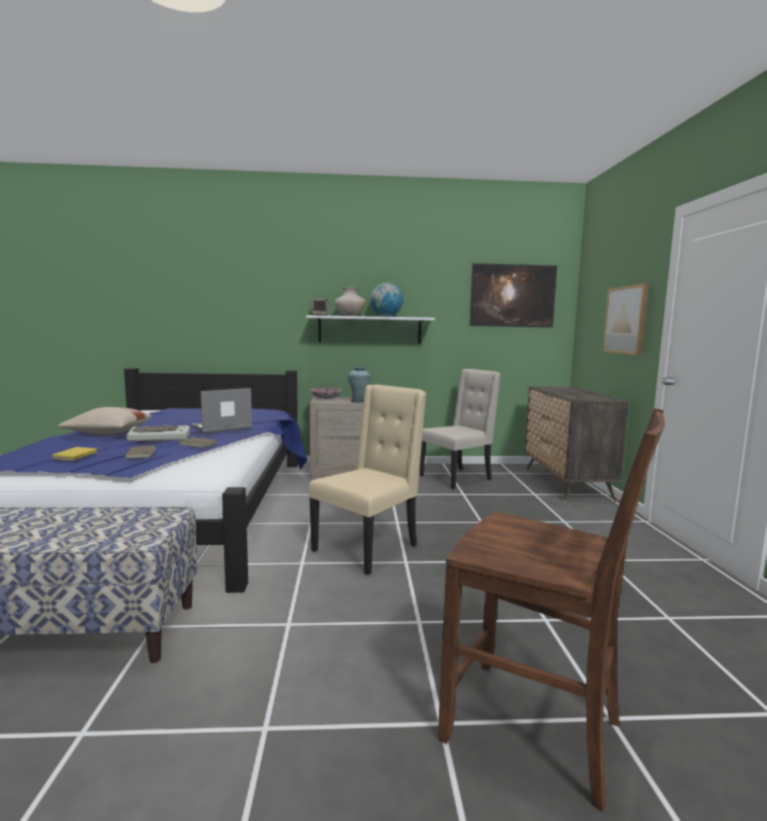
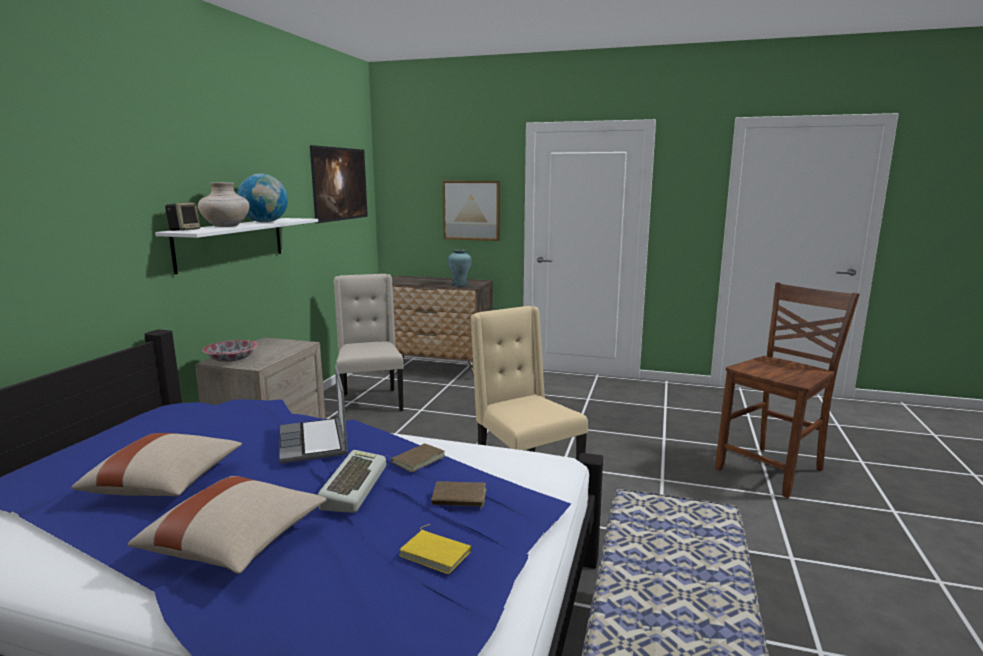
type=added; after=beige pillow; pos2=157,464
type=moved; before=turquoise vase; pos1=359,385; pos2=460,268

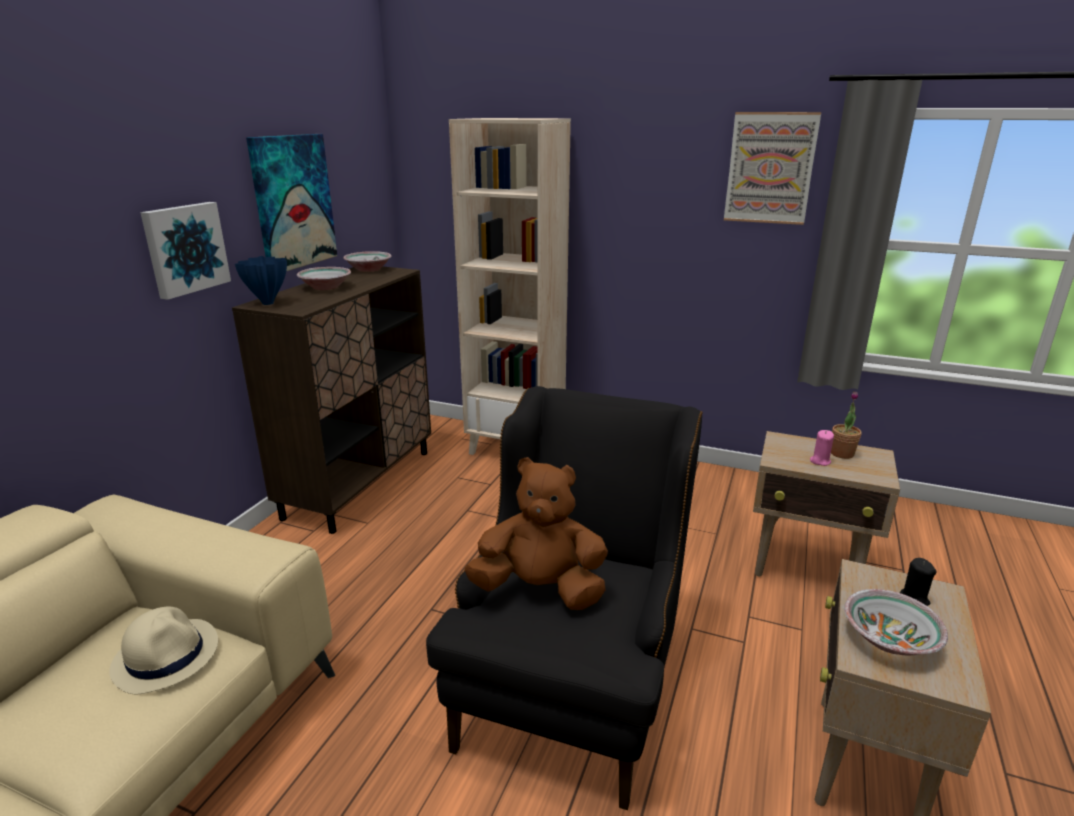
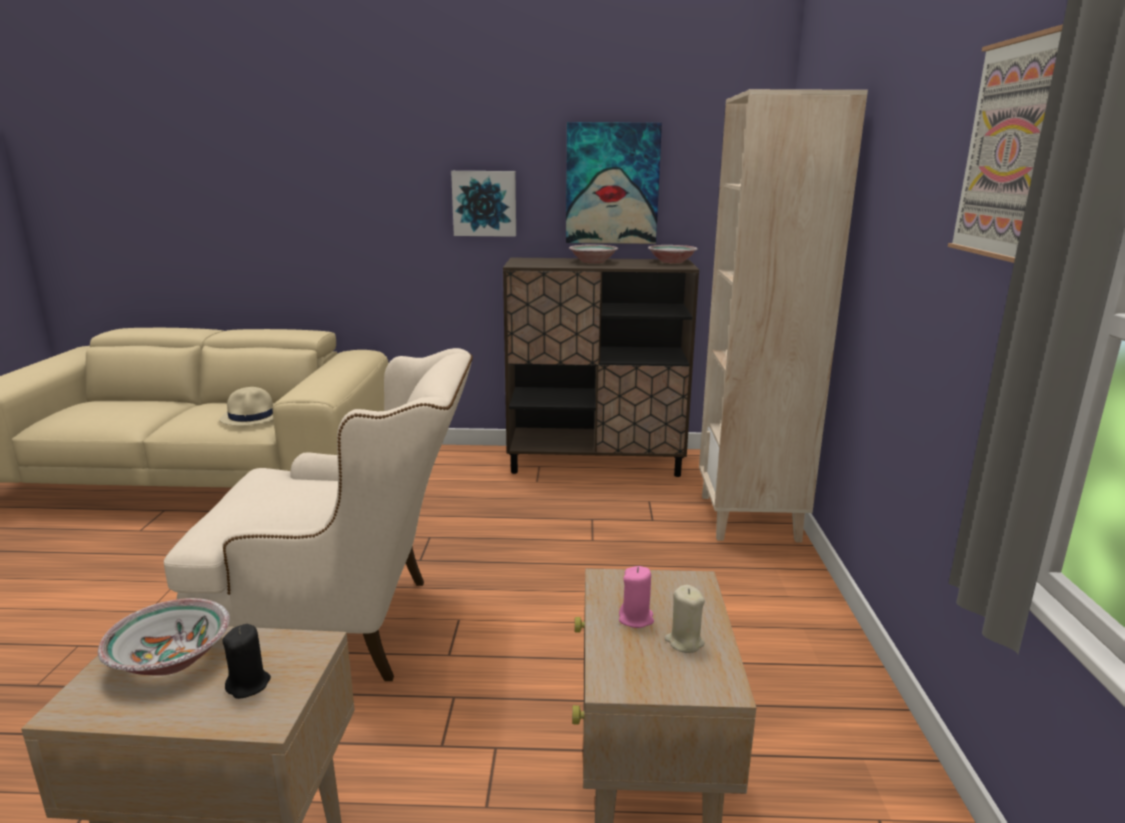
type=recoloured; before=black armchair; after=beige armchair; pos1=564,598; pos2=318,514
type=replaced; before=potted plant; after=beige candle; pos1=846,425; pos2=684,619
type=removed; before=blue vase; pos1=261,280
type=removed; before=brown plush toy; pos1=536,533

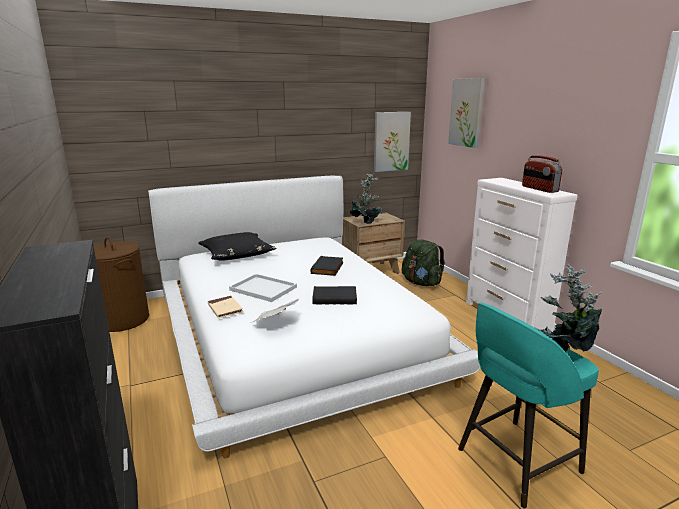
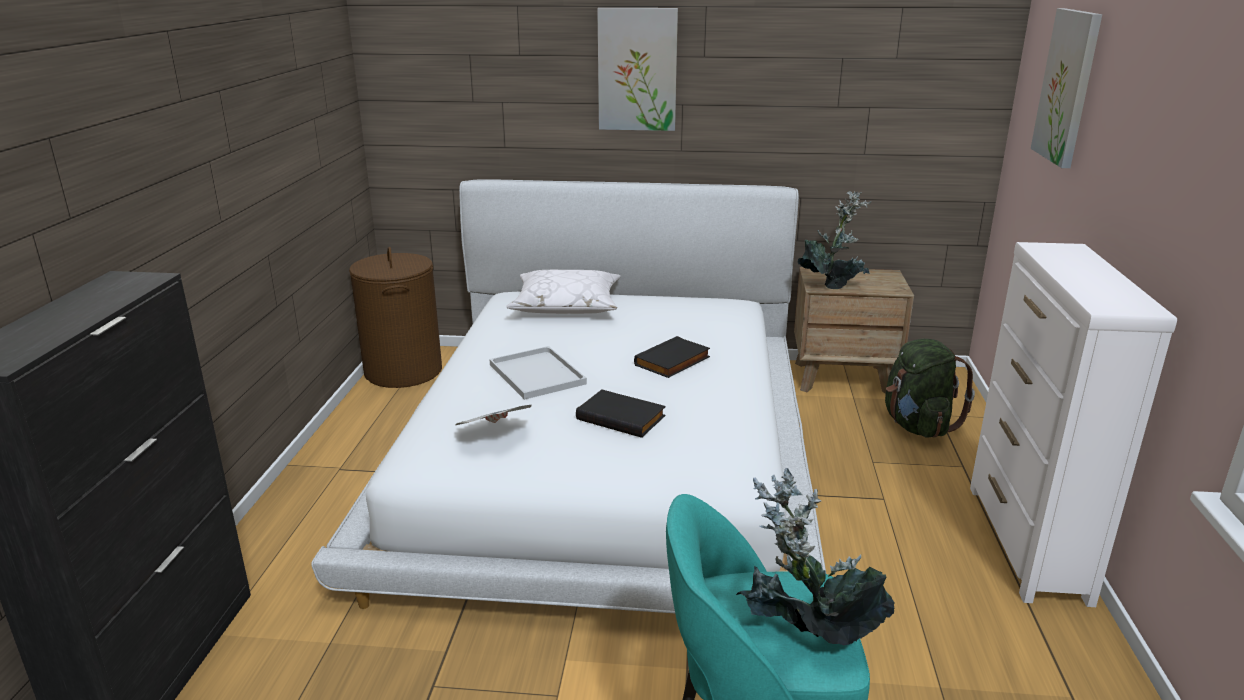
type=recoloured; before=black pillow; after=white pillow; pos1=237,246; pos2=563,292
type=moved; before=picture; pos1=392,142; pos2=637,69
type=removed; before=beige book; pos1=225,307
type=removed; before=radio; pos1=542,174

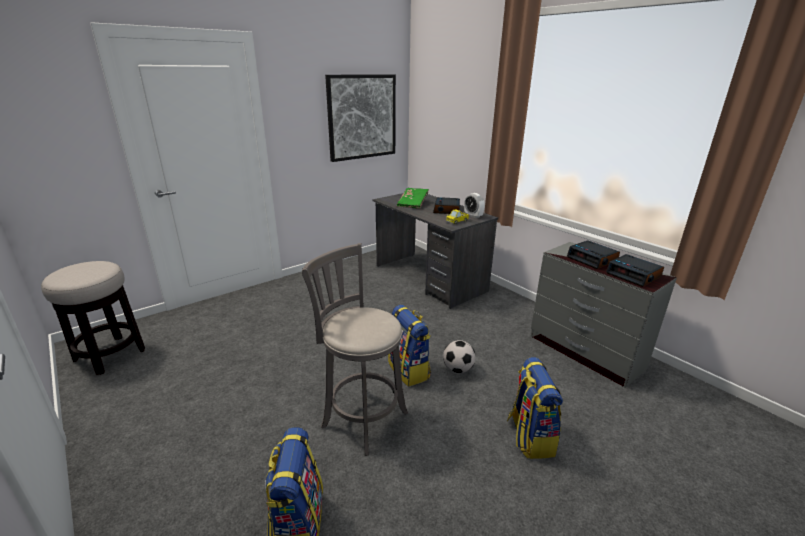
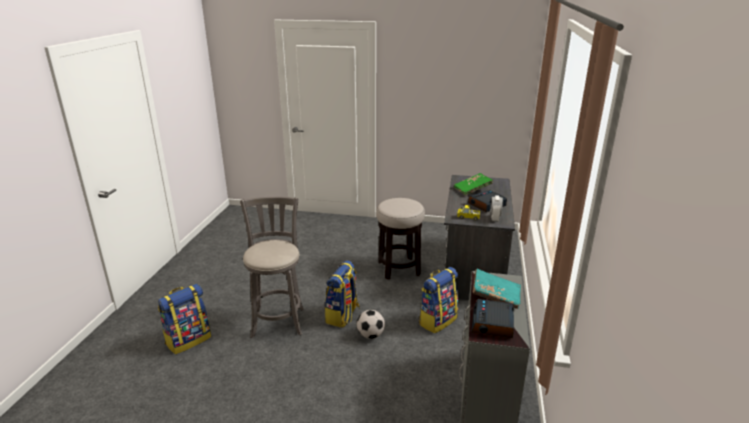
type=moved; before=stool; pos1=93,318; pos2=400,239
type=moved; before=backpack; pos1=535,408; pos2=438,300
type=replaced; before=alarm clock; after=turquoise book; pos1=593,254; pos2=497,289
type=removed; before=picture; pos1=360,118

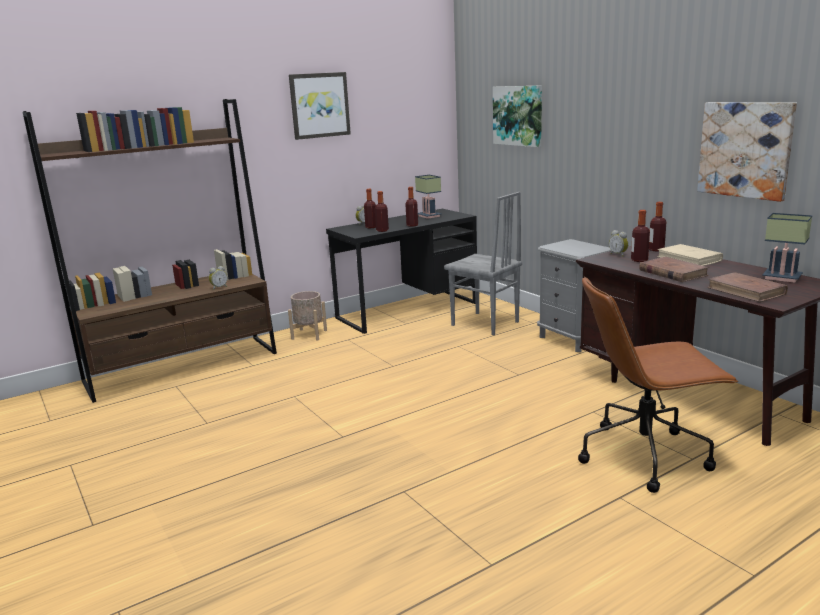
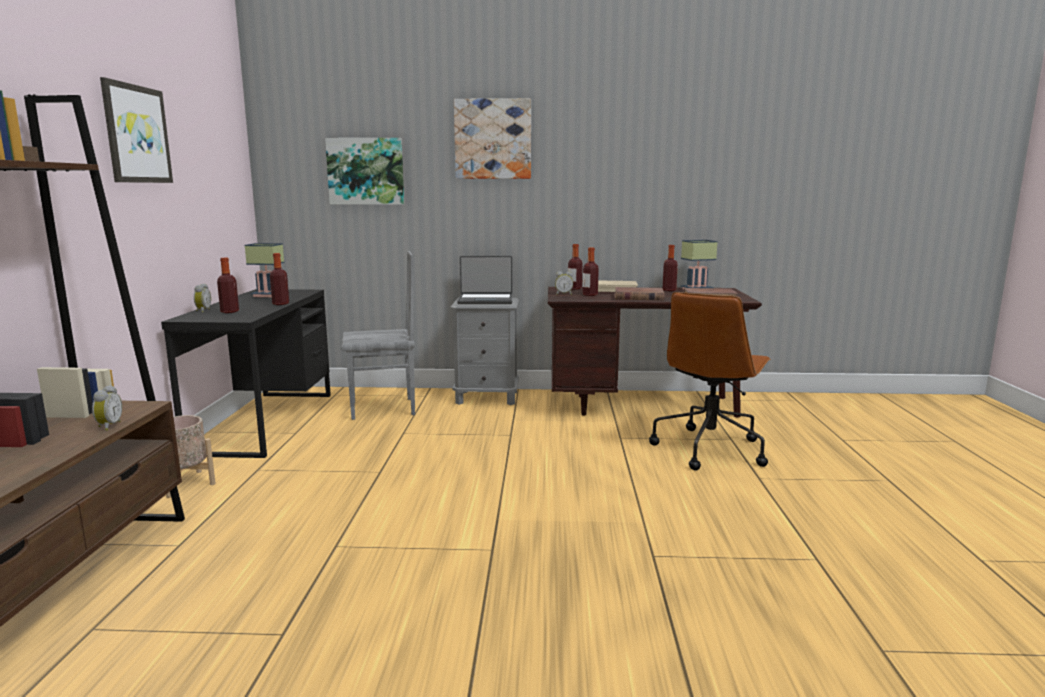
type=moved; before=picture; pos1=747,152; pos2=492,138
type=added; after=laptop; pos2=484,280
type=moved; before=bottle; pos1=382,211; pos2=670,268

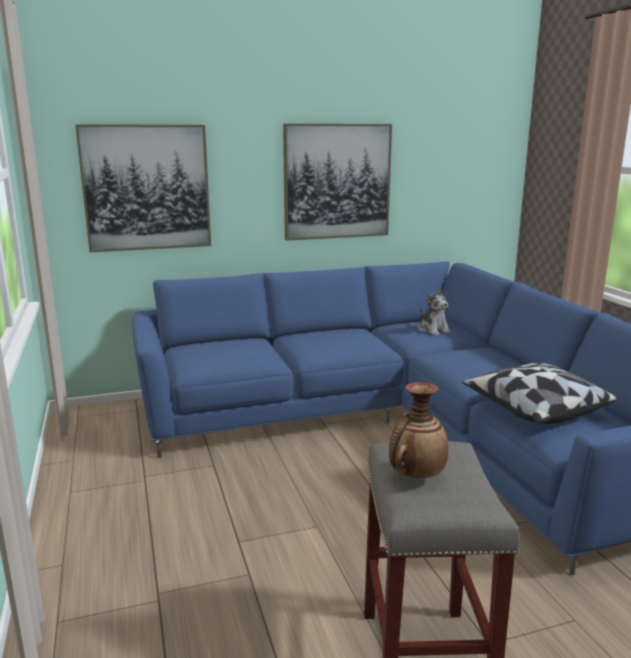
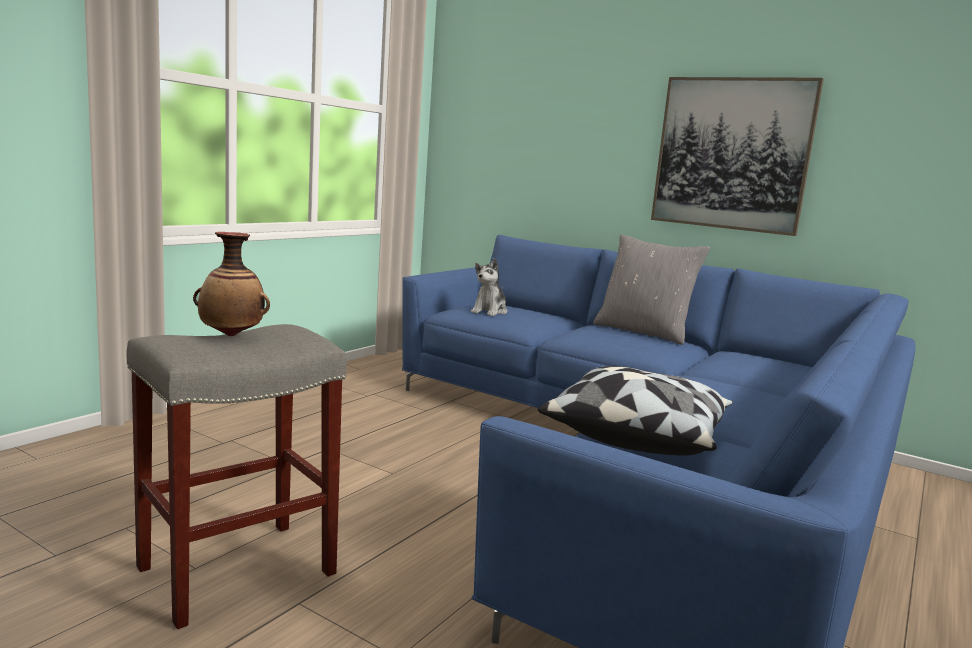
type=moved; before=plush toy; pos1=434,311; pos2=489,287
type=added; after=grey pillow; pos2=651,290
type=removed; before=picture; pos1=143,188

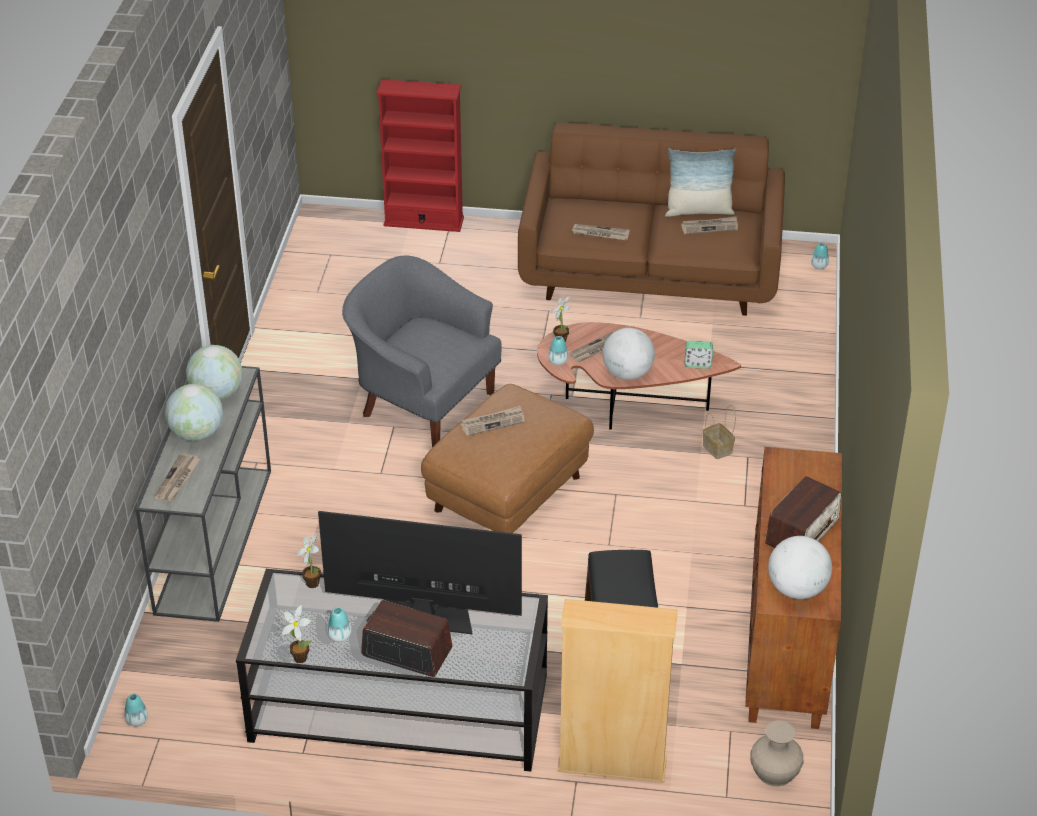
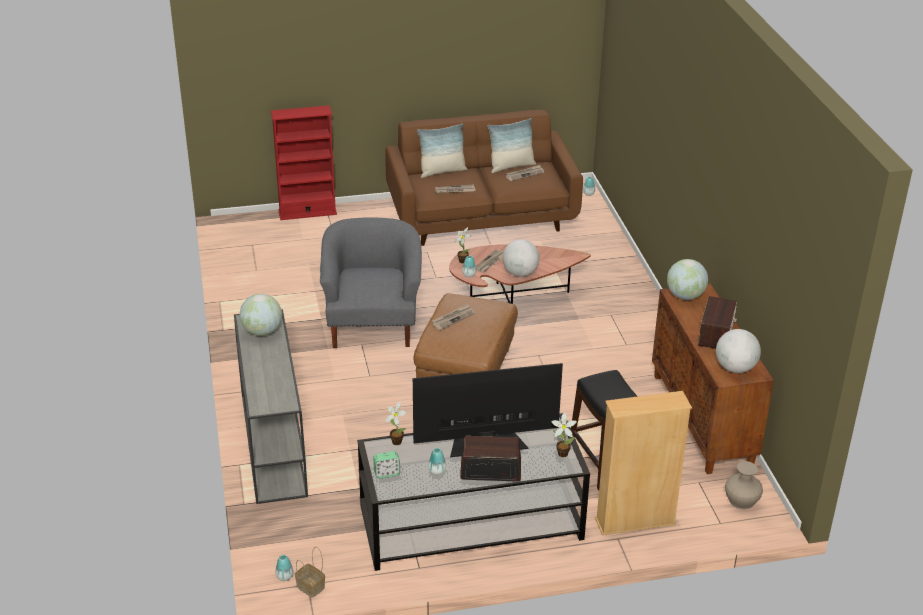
type=moved; before=basket; pos1=719,432; pos2=310,572
type=turned; before=grey armchair; pos1=422,351; pos2=371,282; turn=75
type=moved; before=alarm clock; pos1=699,355; pos2=386,465
type=added; after=pillow; pos2=442,150
type=moved; before=potted plant; pos1=297,634; pos2=564,434
type=moved; before=globe; pos1=194,412; pos2=687,279
type=removed; before=newspaper; pos1=177,477

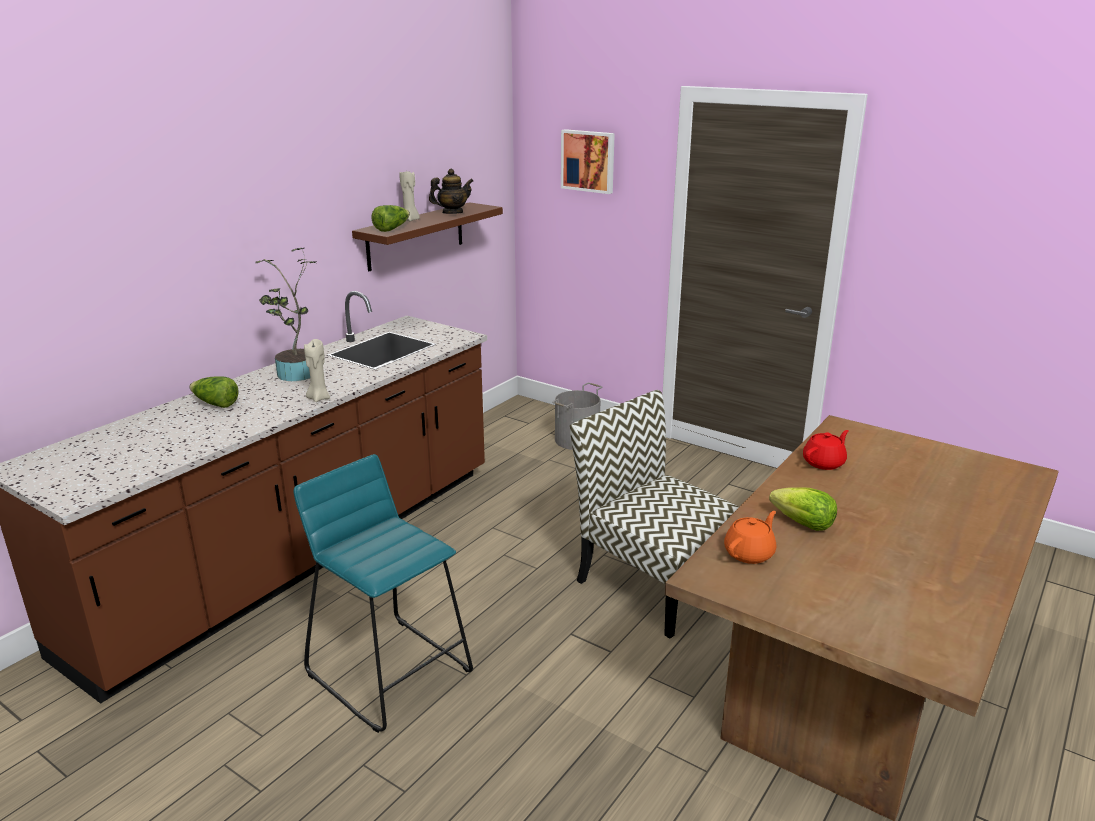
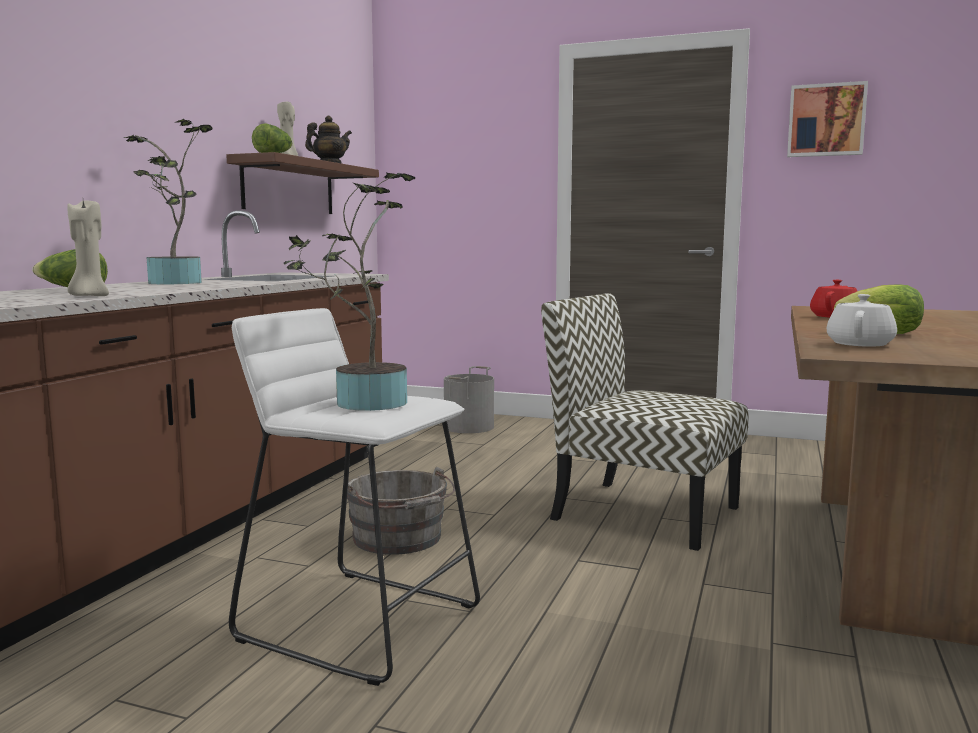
type=moved; before=beige candle; pos1=317,370; pos2=88,248
type=recoloured; before=turquoise stool; after=white stool; pos1=383,593; pos2=354,497
type=added; after=potted plant; pos2=349,292
type=added; after=grey bucket; pos2=401,511
type=moved; before=picture; pos1=588,161; pos2=827,119
type=recoloured; before=orange teapot; after=white teapot; pos1=750,537; pos2=861,320

